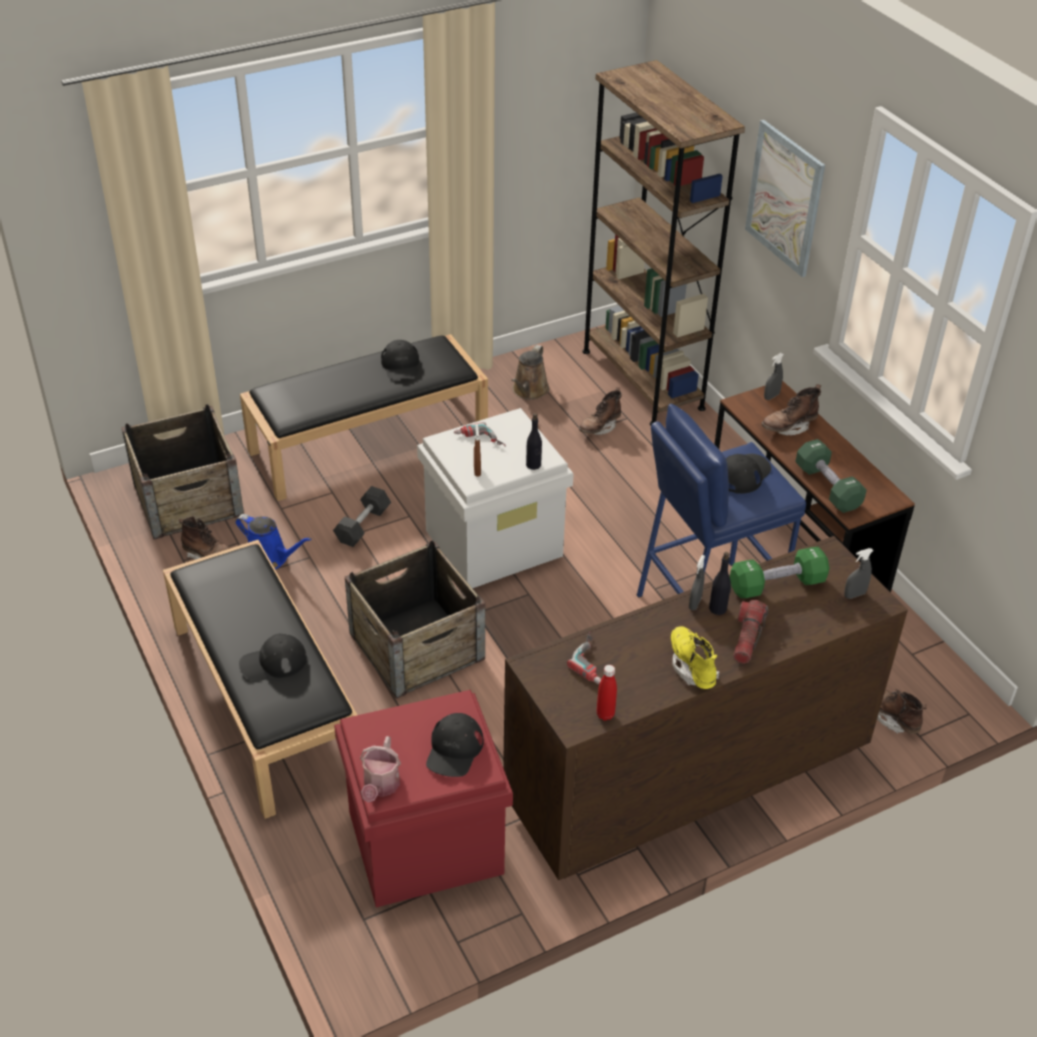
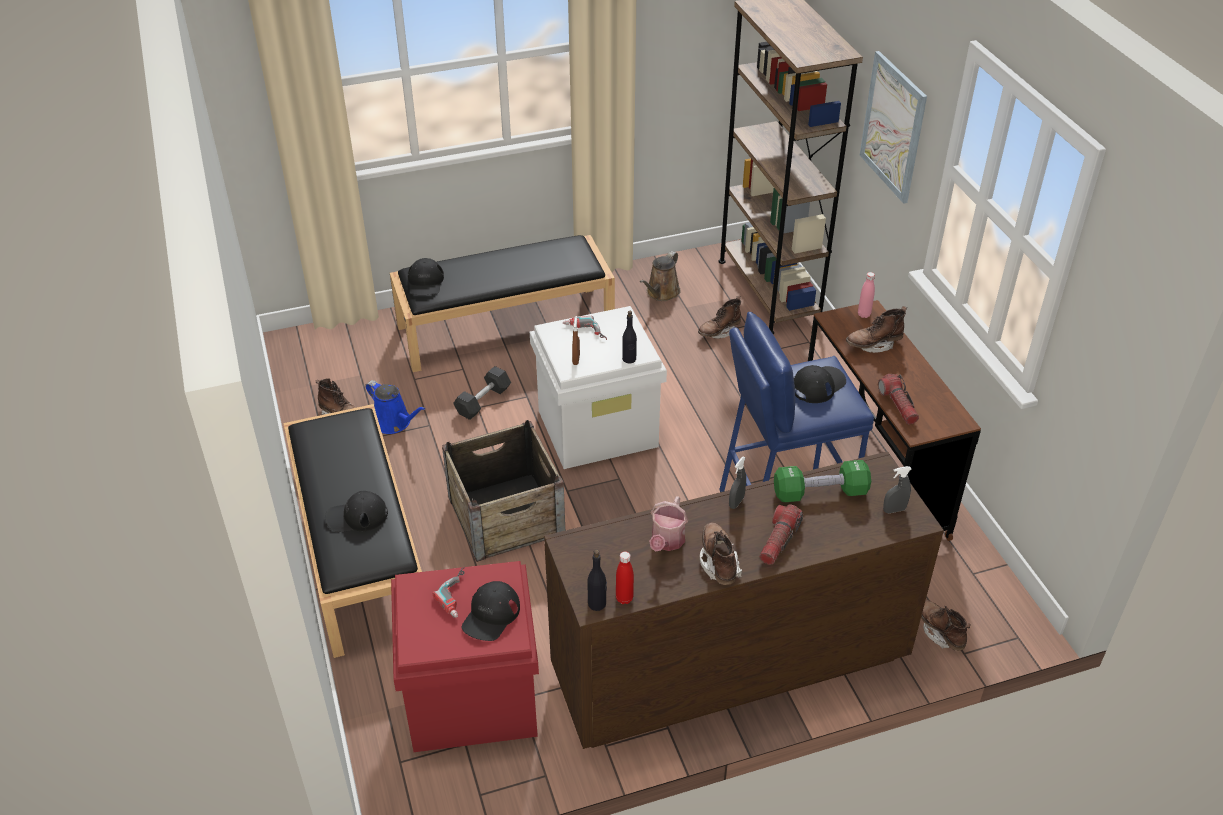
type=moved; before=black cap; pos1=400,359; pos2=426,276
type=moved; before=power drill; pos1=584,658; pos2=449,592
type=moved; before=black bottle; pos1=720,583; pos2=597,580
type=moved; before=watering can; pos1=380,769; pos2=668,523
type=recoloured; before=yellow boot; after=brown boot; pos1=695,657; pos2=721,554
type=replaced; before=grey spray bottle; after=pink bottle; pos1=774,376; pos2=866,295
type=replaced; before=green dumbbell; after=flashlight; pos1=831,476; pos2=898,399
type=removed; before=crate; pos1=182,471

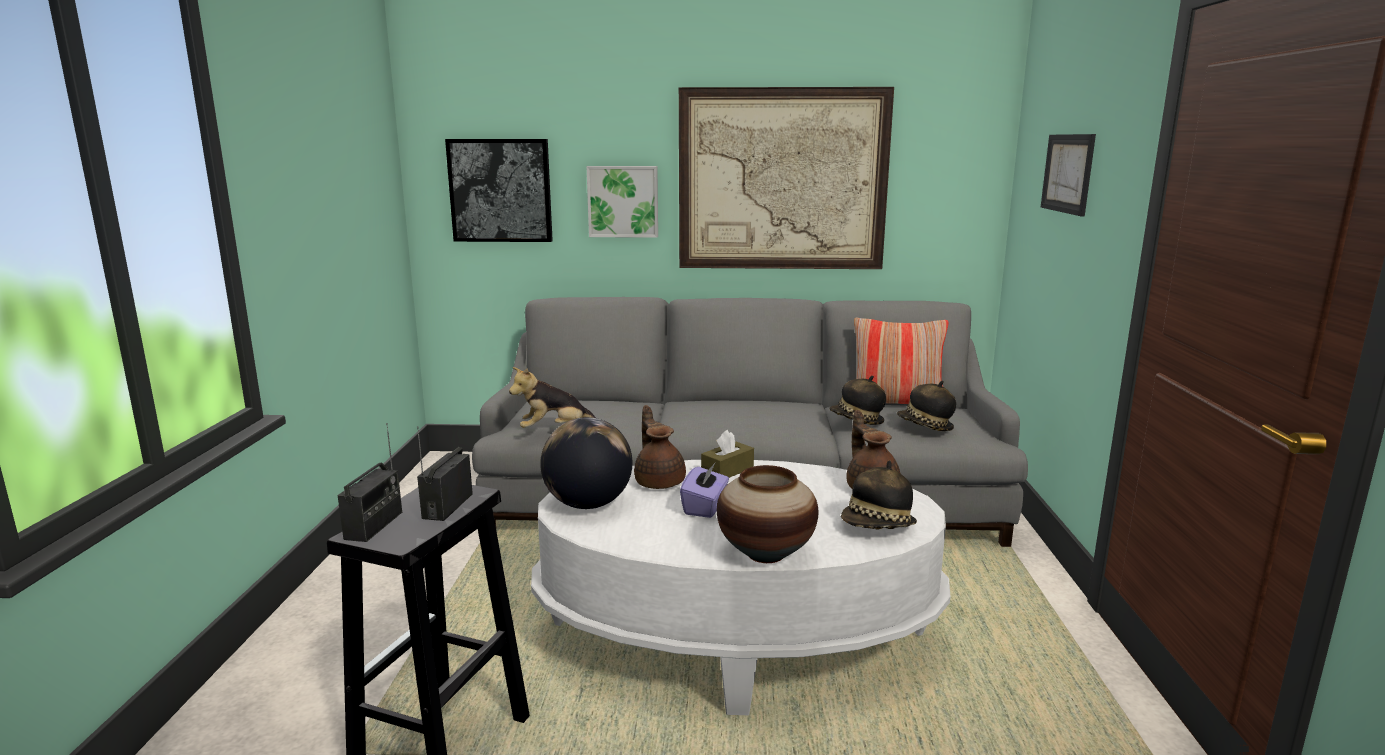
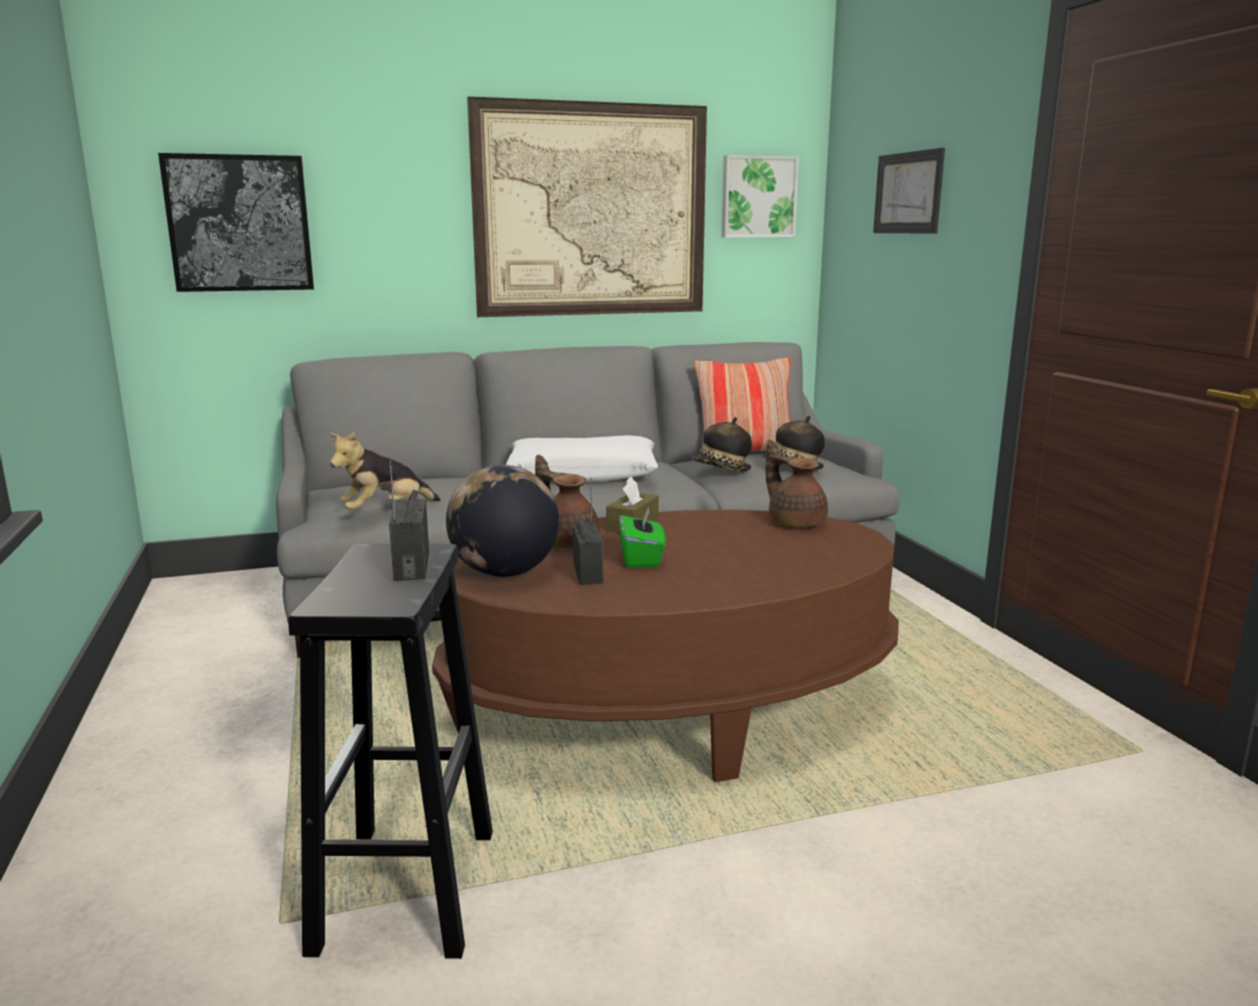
type=recoloured; before=white coffee table; after=brown coffee table; pos1=740,587; pos2=665,646
type=added; after=white pillow; pos2=582,458
type=moved; before=radio; pos1=370,482; pos2=588,531
type=recoloured; before=purple tissue box; after=green tissue box; pos1=704,490; pos2=642,537
type=moved; before=picture; pos1=622,202; pos2=760,196
type=removed; before=vase; pos1=767,514
type=removed; before=hat; pos1=879,494

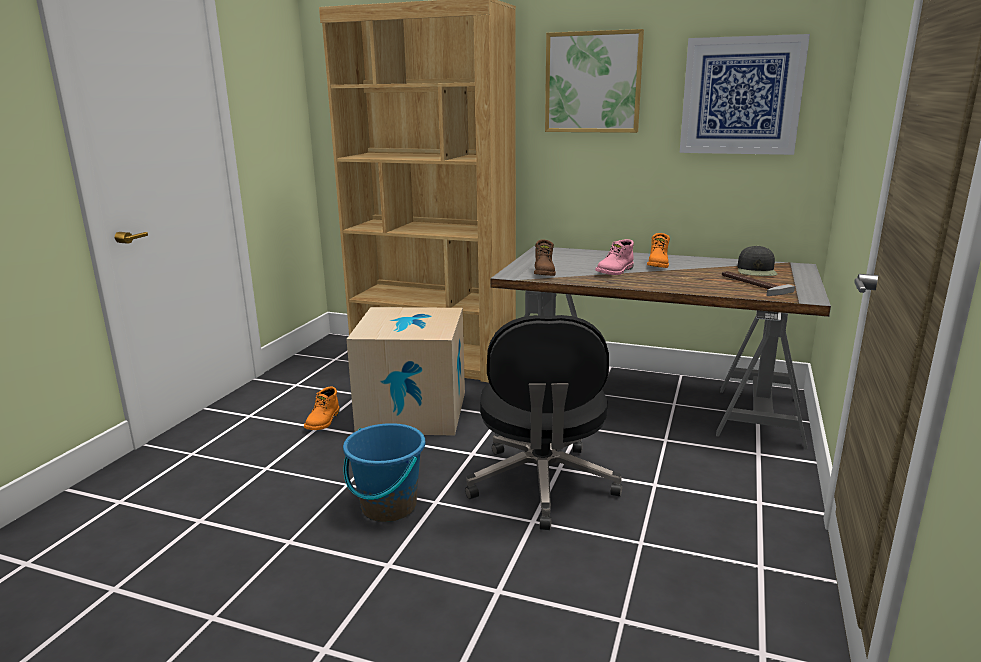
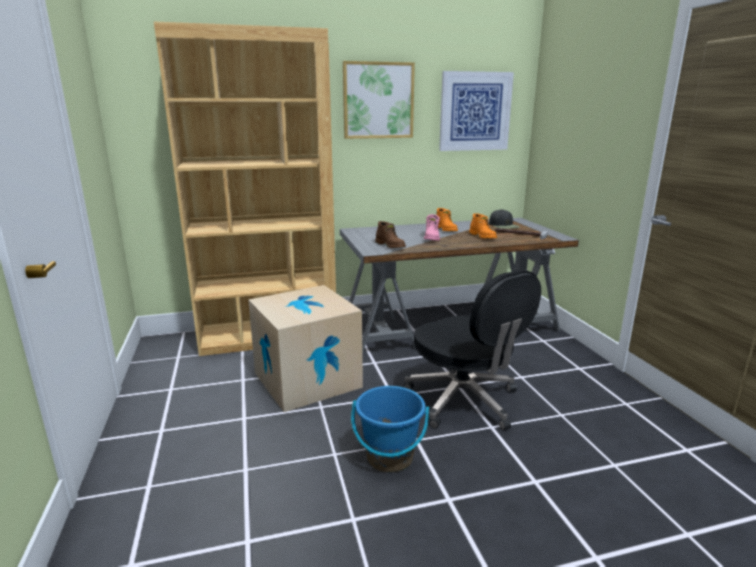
type=moved; before=orange boot; pos1=322,408; pos2=483,225

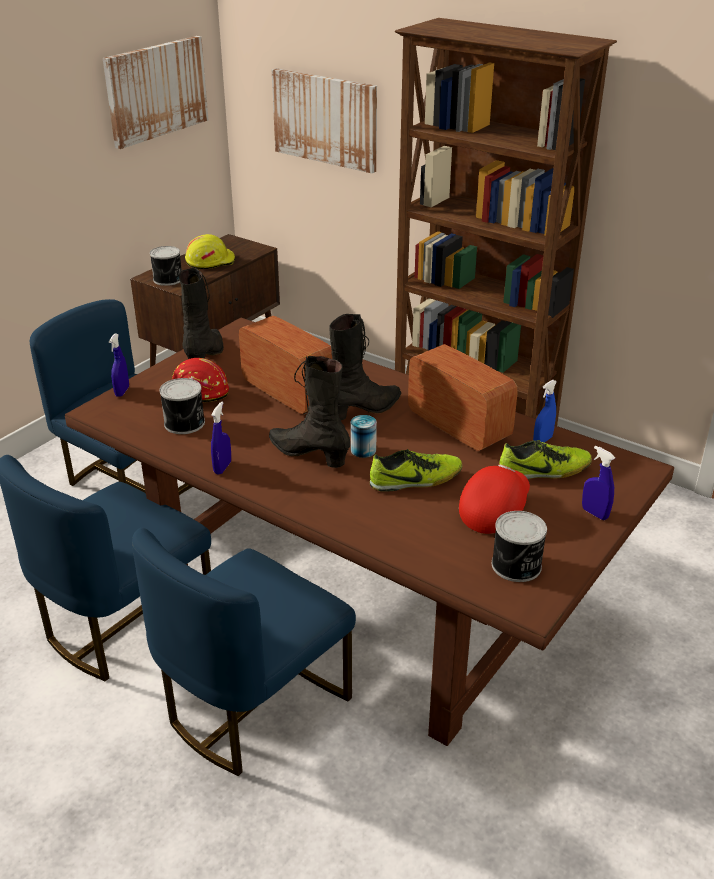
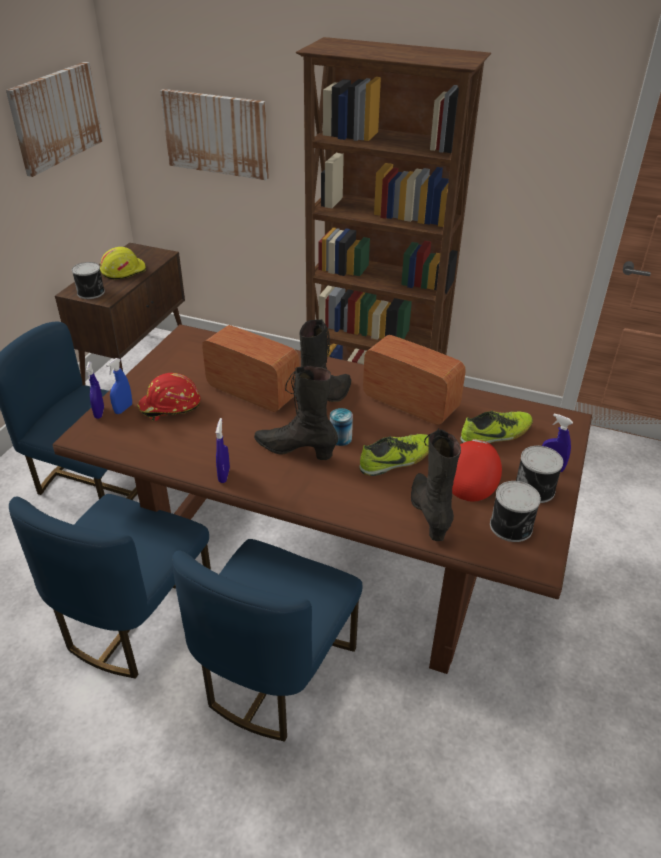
type=moved; before=blue spray bottle; pos1=545,411; pos2=119,386
type=moved; before=black boot; pos1=201,313; pos2=436,484
type=moved; before=can; pos1=182,406; pos2=539,474

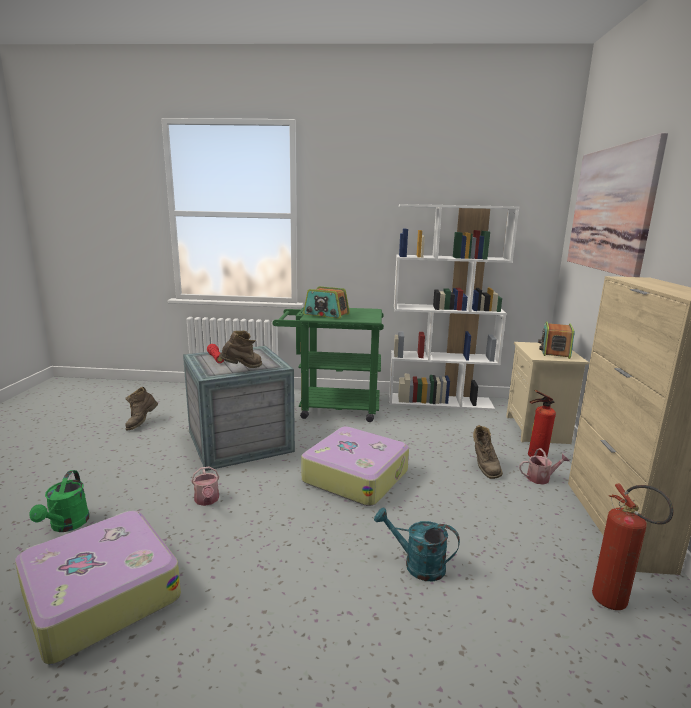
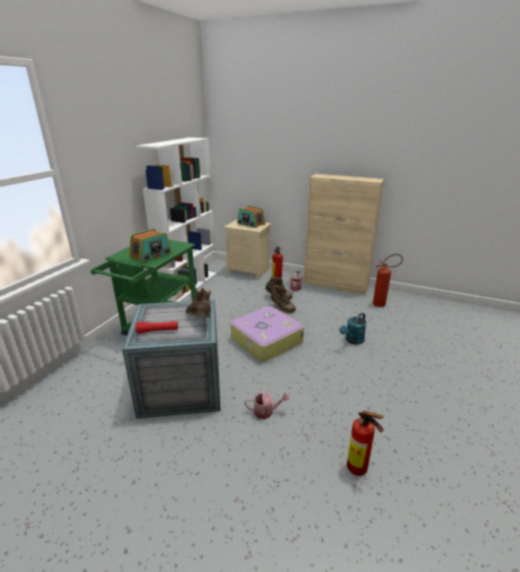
type=moved; before=brown boot; pos1=141,408; pos2=283,299
type=replaced; before=suitcase; after=fire extinguisher; pos1=98,587; pos2=365,443
type=removed; before=green watering can; pos1=59,501
type=removed; before=picture; pos1=617,205

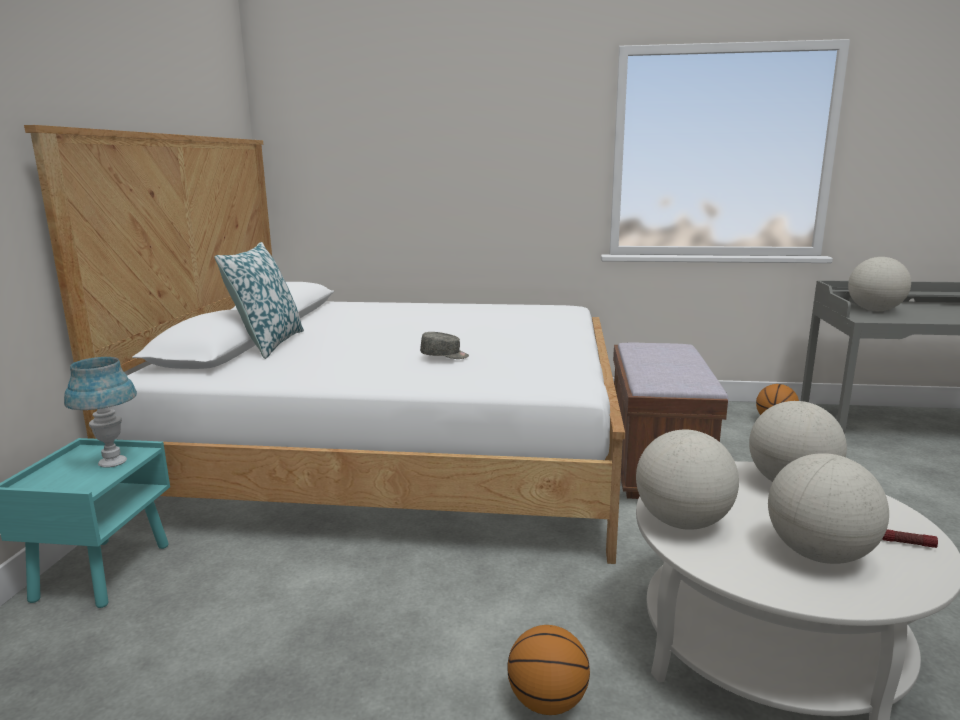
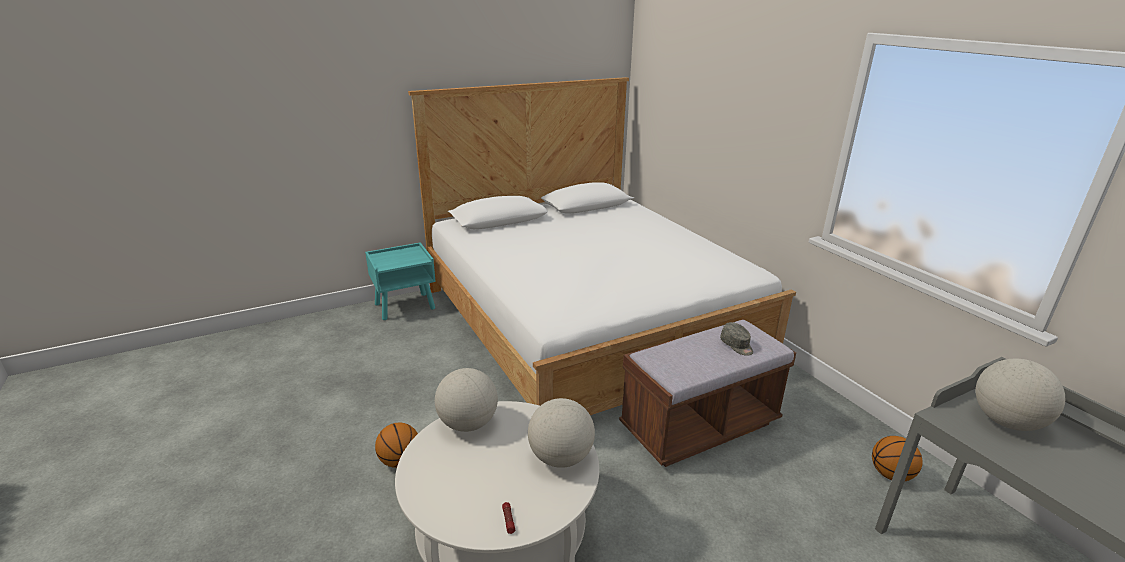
type=moved; before=grey cap; pos1=444,345; pos2=736,339
type=removed; before=blue table lamp; pos1=100,412
type=removed; before=pillow; pos1=259,300
type=removed; before=globe; pos1=828,508

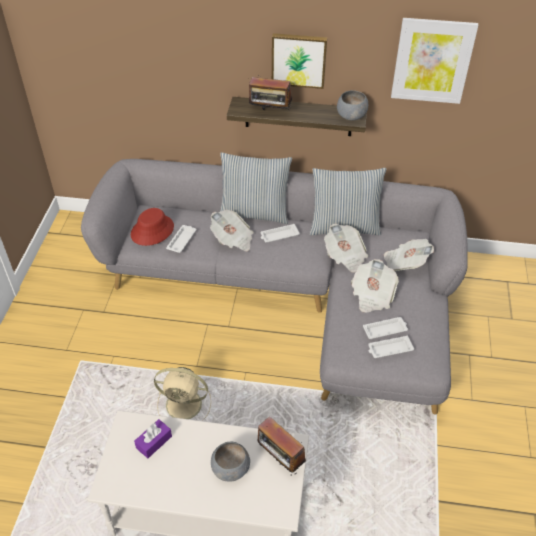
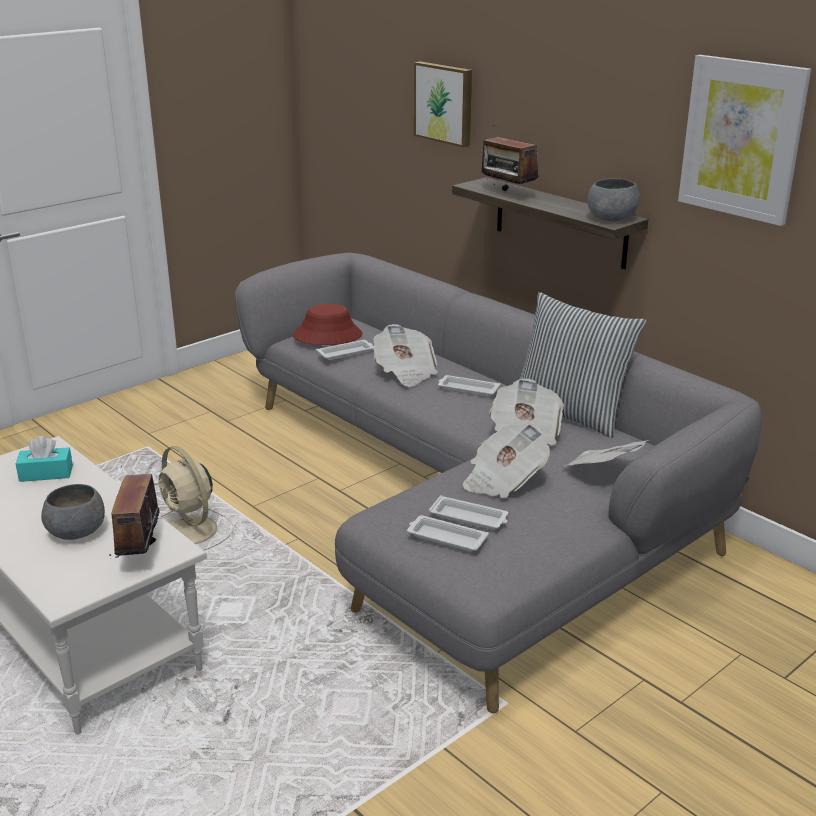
type=recoloured; before=purple tissue box; after=turquoise tissue box; pos1=153,439; pos2=44,459
type=moved; before=picture; pos1=299,61; pos2=443,104
type=removed; before=pillow; pos1=256,188

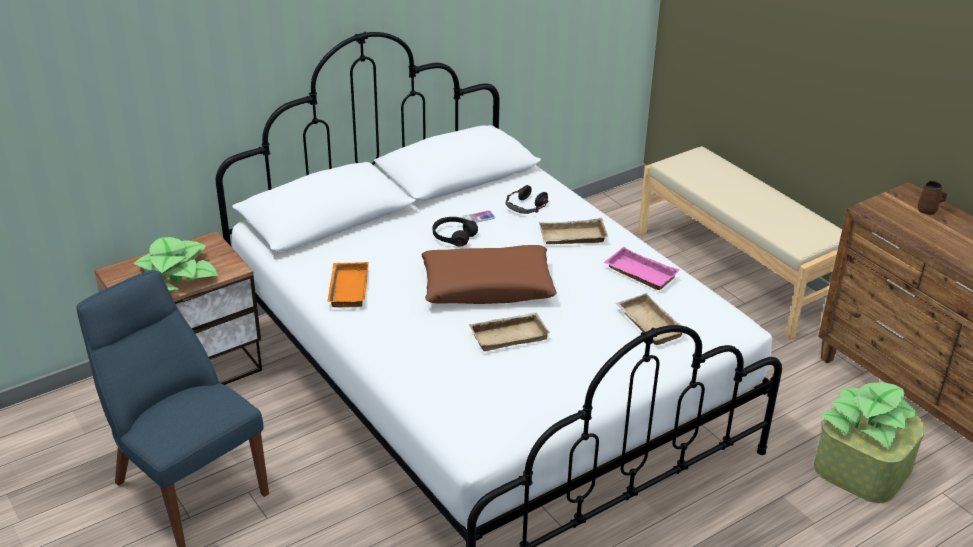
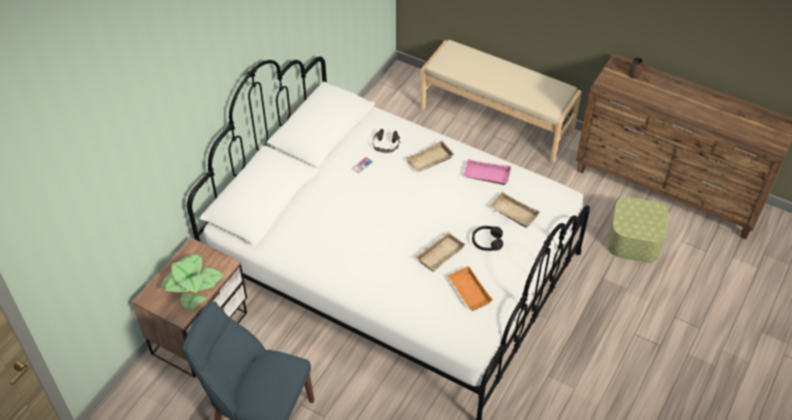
type=moved; before=orange tray; pos1=348,284; pos2=470,288
type=moved; before=black headphones; pos1=455,231; pos2=487,238
type=removed; before=brown pillow; pos1=489,274
type=removed; before=potted plant; pos1=869,415

